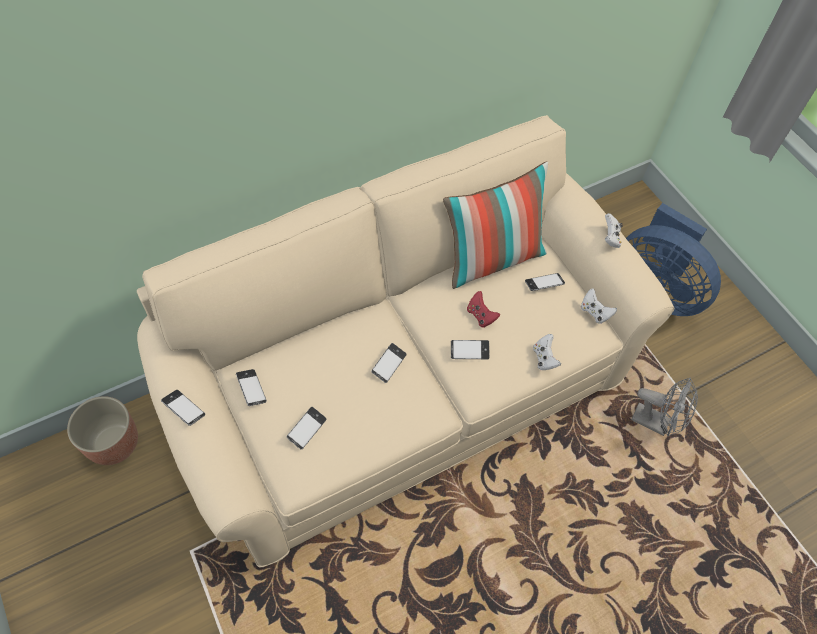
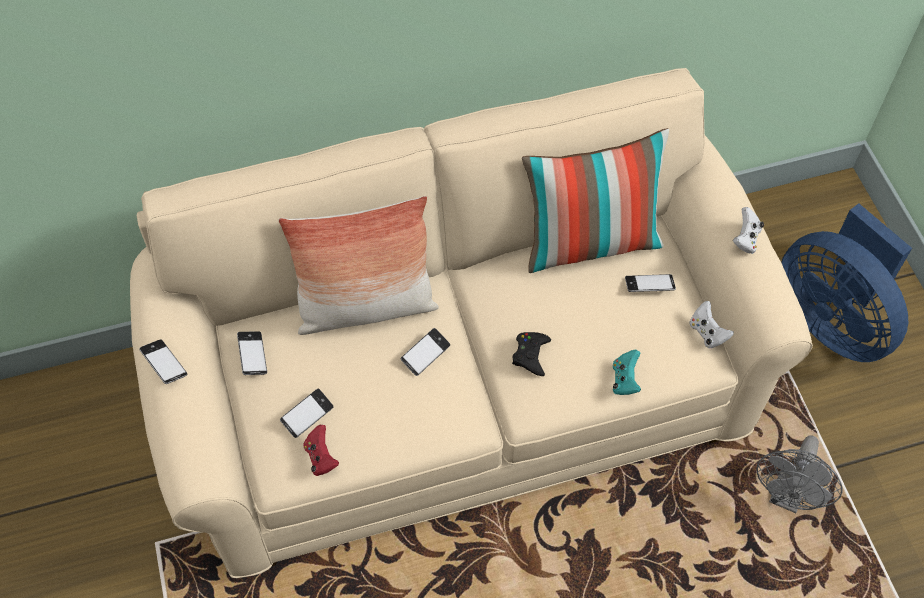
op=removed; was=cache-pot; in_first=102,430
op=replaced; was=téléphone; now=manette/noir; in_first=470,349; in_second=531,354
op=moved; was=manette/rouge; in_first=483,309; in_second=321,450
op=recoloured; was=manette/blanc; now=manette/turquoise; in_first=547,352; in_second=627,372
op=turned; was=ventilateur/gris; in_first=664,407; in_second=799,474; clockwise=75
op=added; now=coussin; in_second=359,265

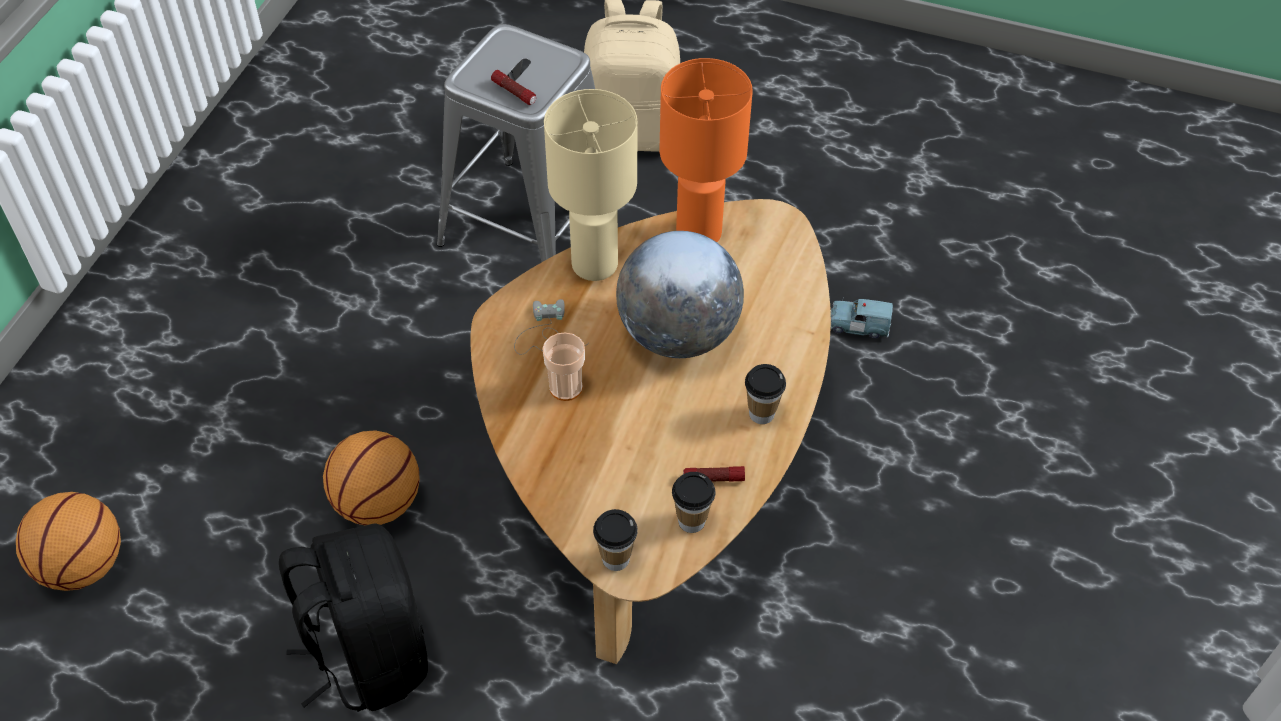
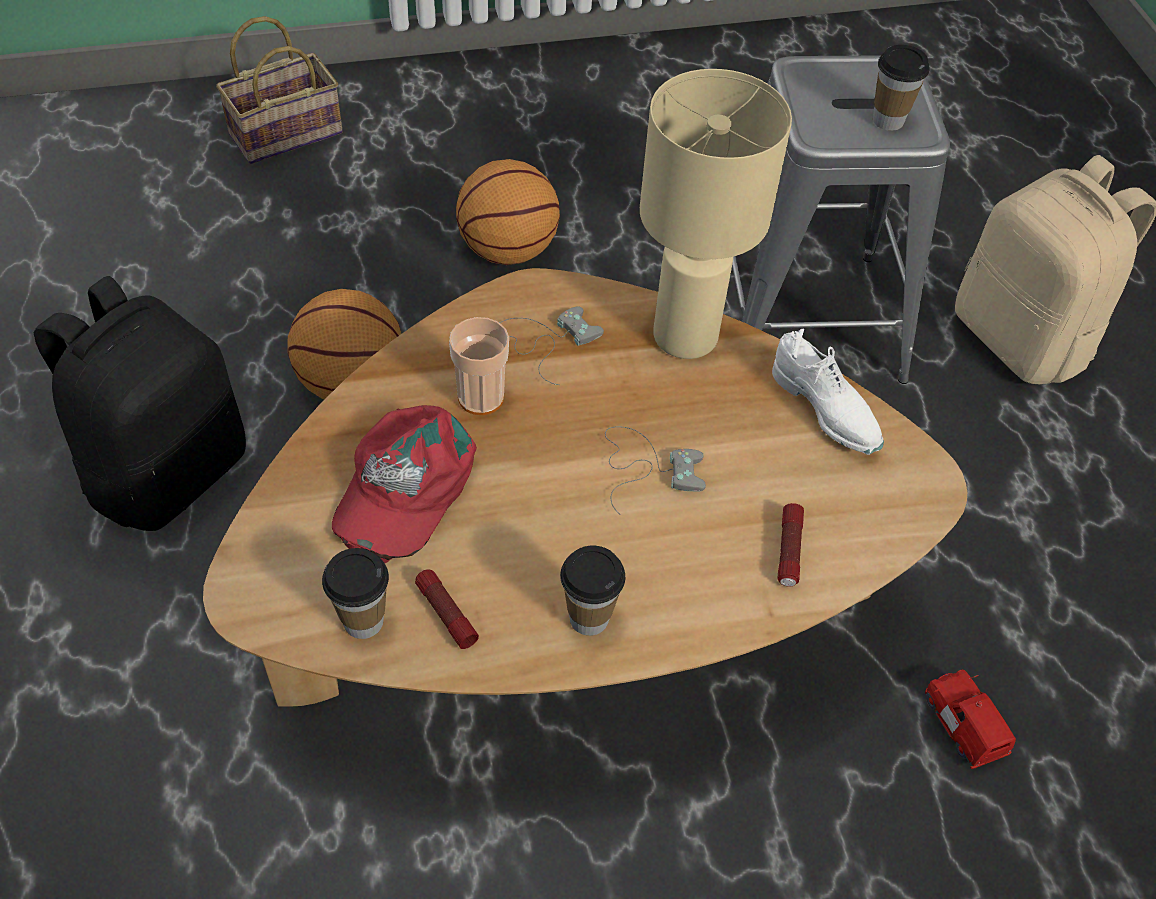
op=moved; was=ballon de basket; in_first=68,541; in_second=508,212
op=moved; was=lampe de poche; in_first=513,87; in_second=790,545
op=moved; was=tasse; in_first=615,540; in_second=901,88
op=replaced; was=globe; now=manette/gris; in_first=680,294; in_second=655,470
op=replaced; was=lampe de table/orange; now=chaussure/blanc; in_first=706,150; in_second=828,391
op=recoloured; was=petite voiture/bleu; now=petite voiture/rouge; in_first=861,317; in_second=970,719
op=added; now=panier; in_second=279,90
op=added; now=casquette/rouge; in_second=404,484

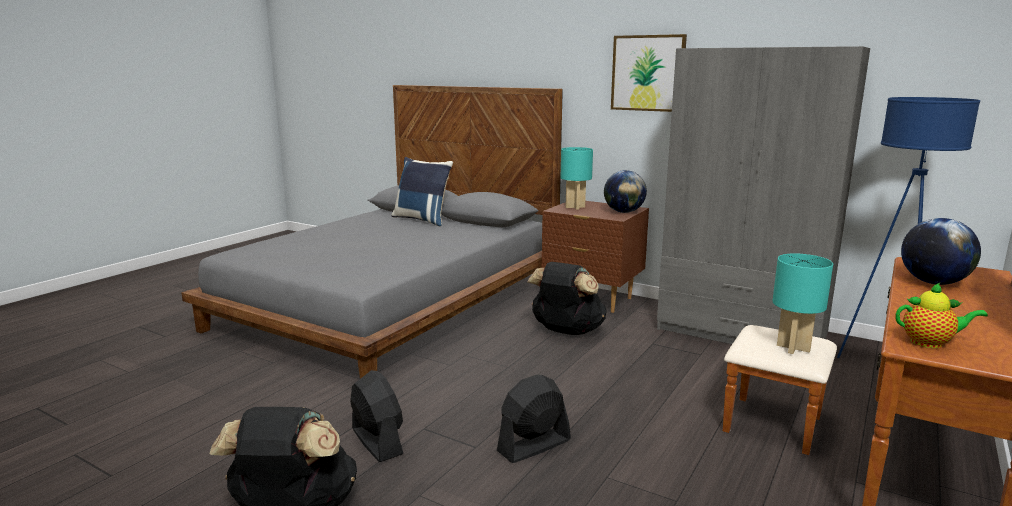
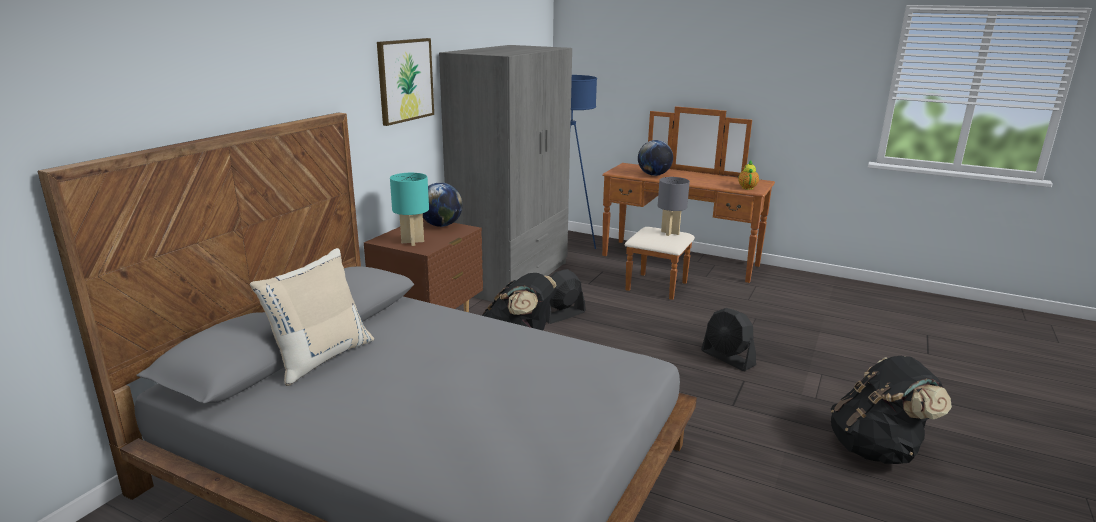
op=moved; was=ventilateur/noir; in_first=376,416; in_second=565,296
op=recoloured; was=coussin/bleu; now=coussin/beige; in_first=422,191; in_second=312,317
op=recoloured; was=lampe de table/turquoise; now=lampe de table/gris; in_first=802,303; in_second=674,206

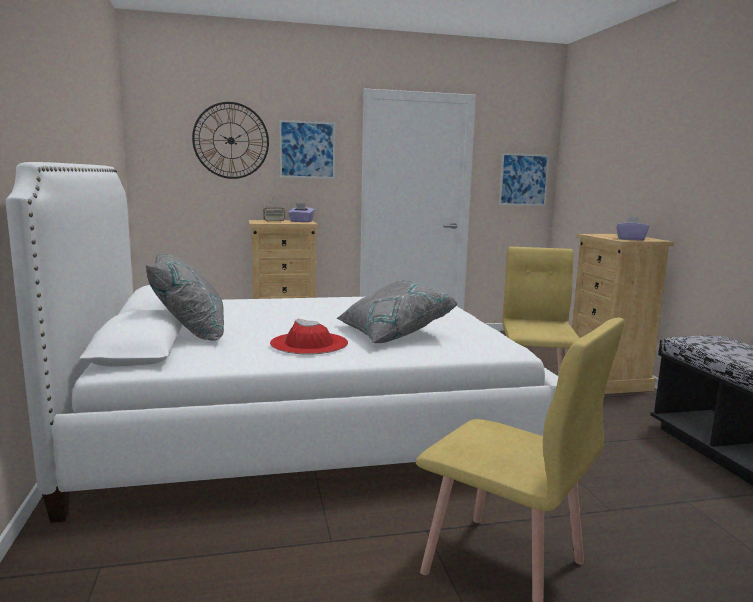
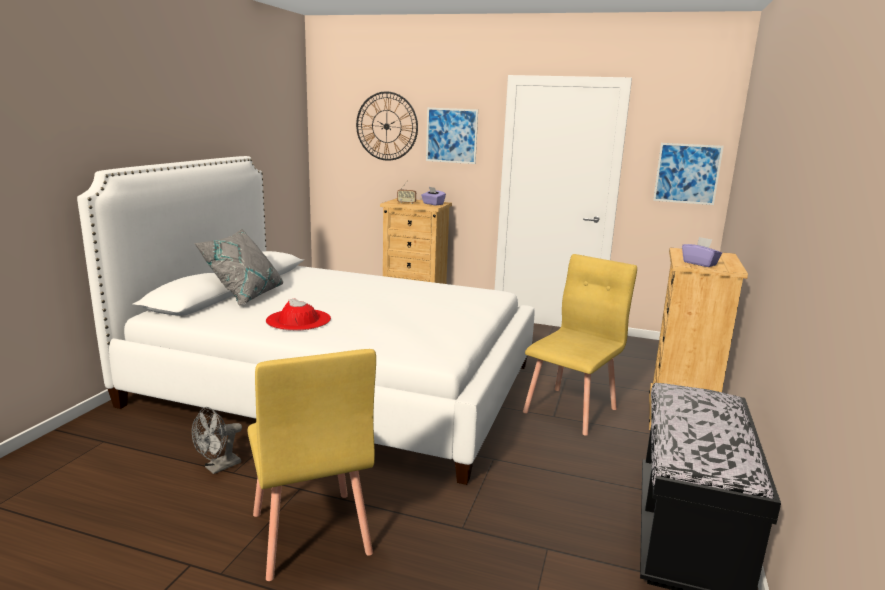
op=removed; was=coussin/gris; in_first=397,311
op=added; now=ventilateur/gris; in_second=217,440

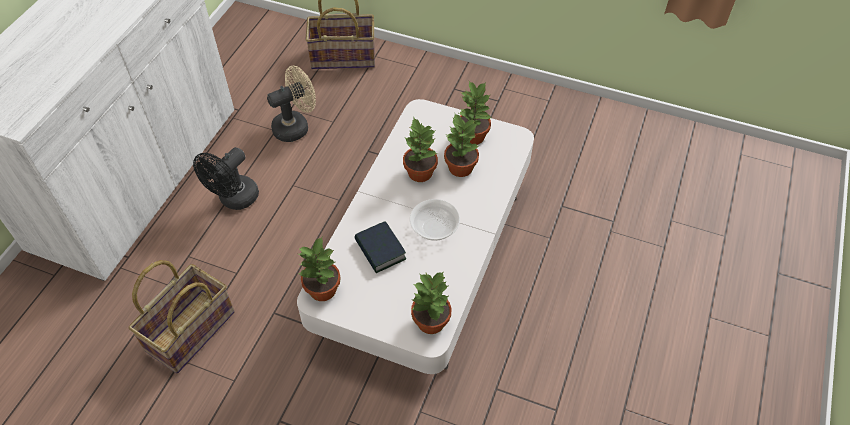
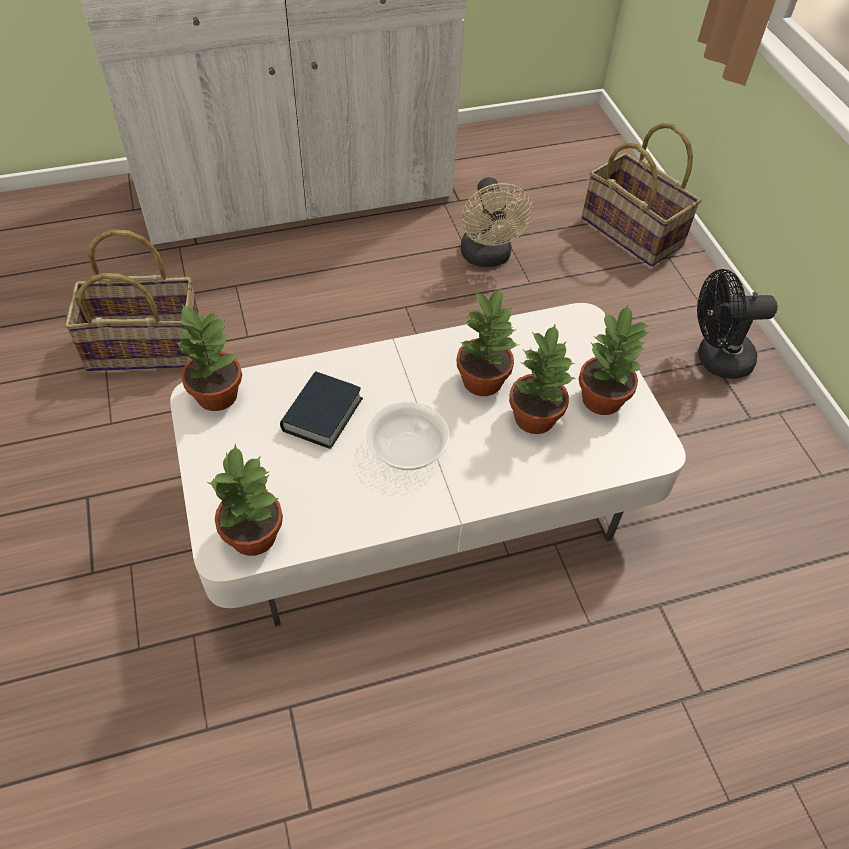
op=moved; was=ventilateur/noir; in_first=226,178; in_second=737,324
op=turned; was=ventilateur/beige; in_first=291,104; in_second=497,222; clockwise=60

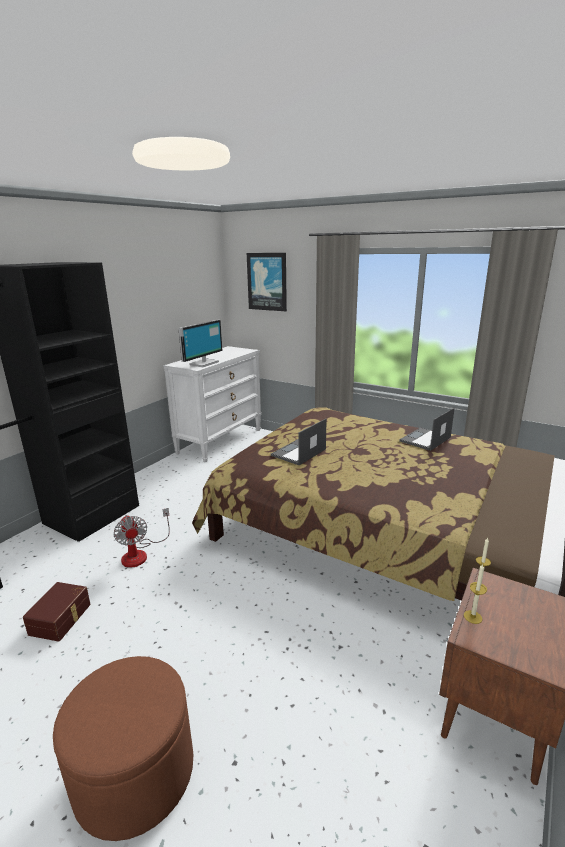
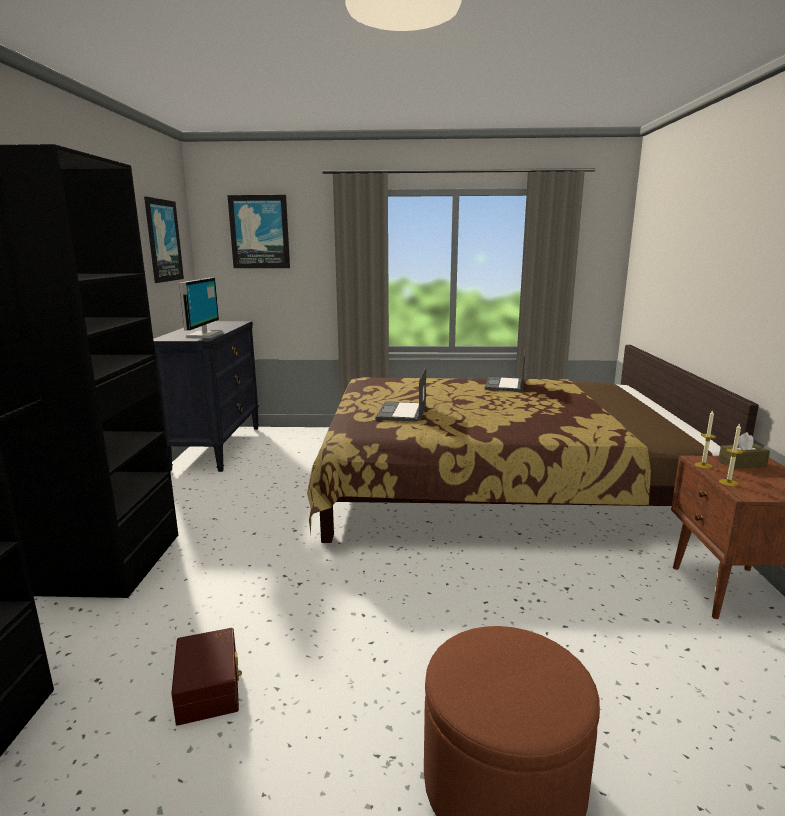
op=removed; was=ventilateur; in_first=141,538
op=recoloured; was=commode/blanc; now=commode/noir; in_first=212,404; in_second=206,396
op=added; now=tableau; in_second=164,240
op=added; now=boîte à mouchoirs/marron; in_second=744,450

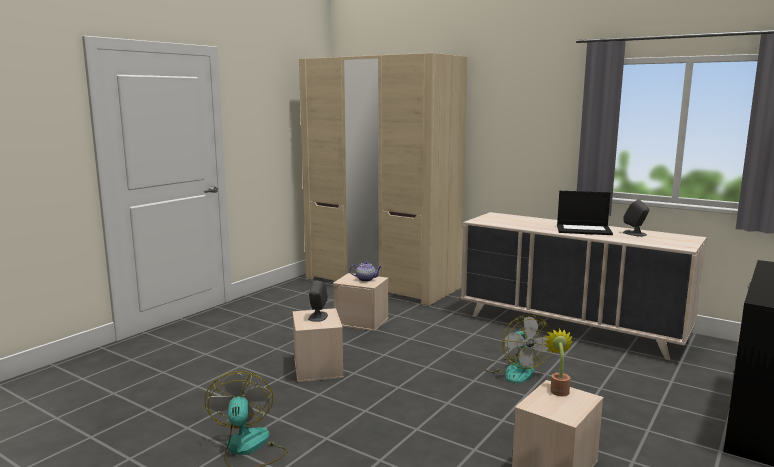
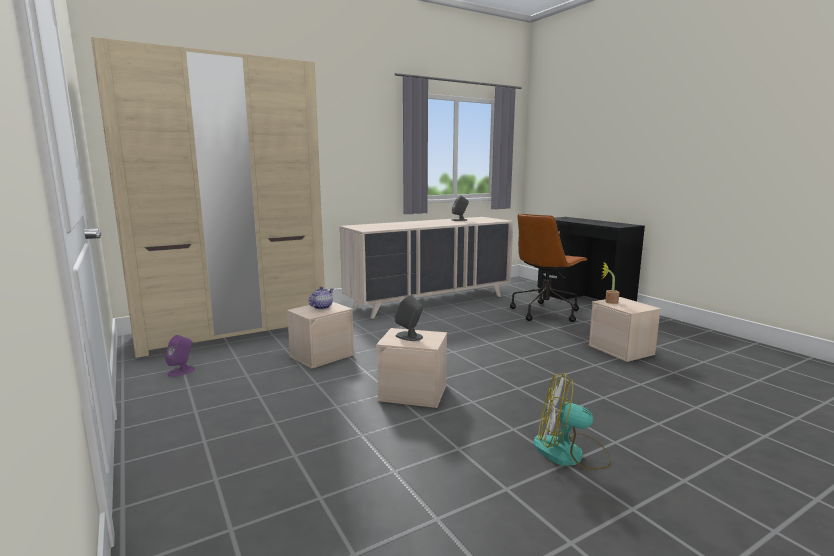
op=removed; was=ventilateur; in_first=517,349
op=removed; was=ordinateur portable; in_first=585,213
op=added; now=enceinte/violet; in_second=180,356
op=added; now=chaise de bureau/marron; in_second=549,268

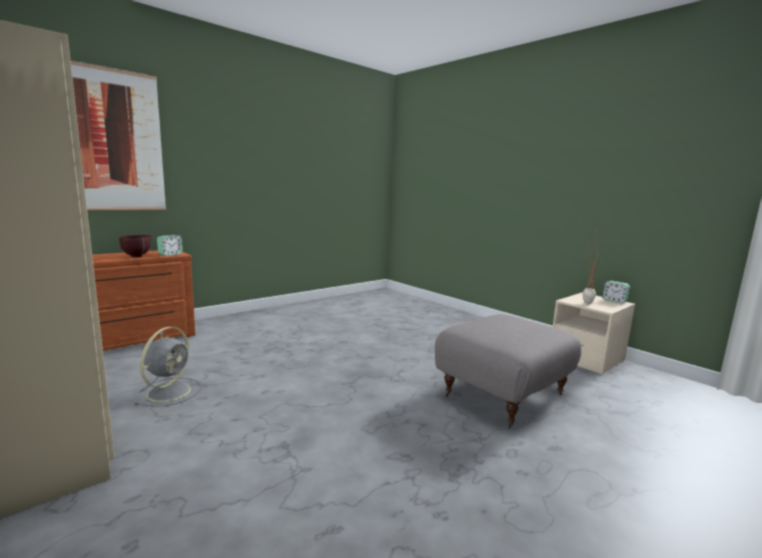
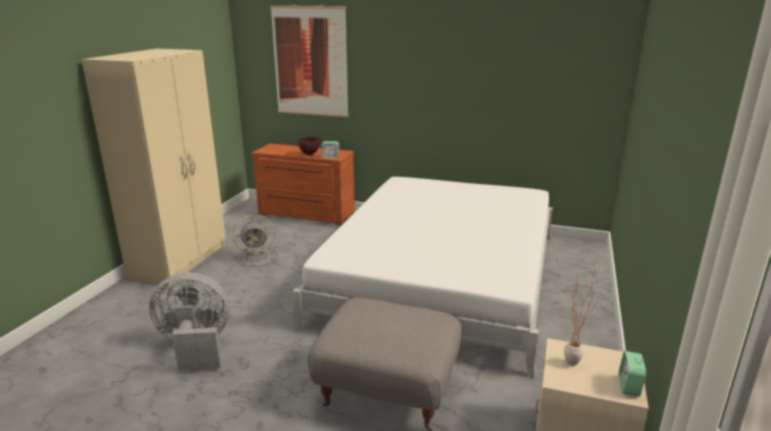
op=added; now=ventilateur/gris; in_second=189,321
op=added; now=lit/blanc; in_second=422,278

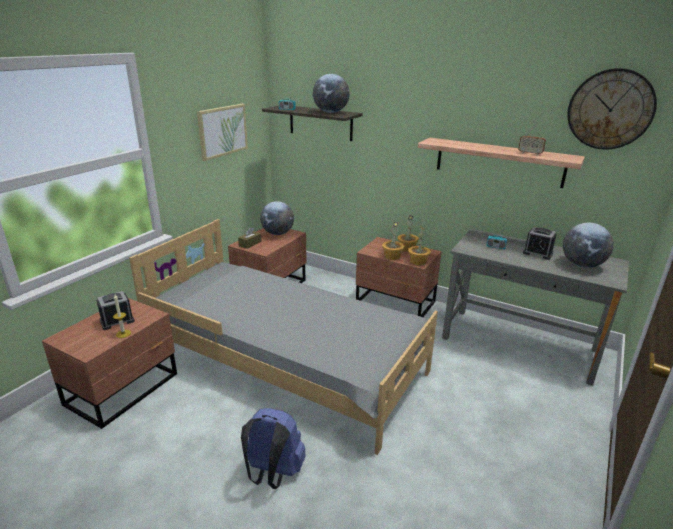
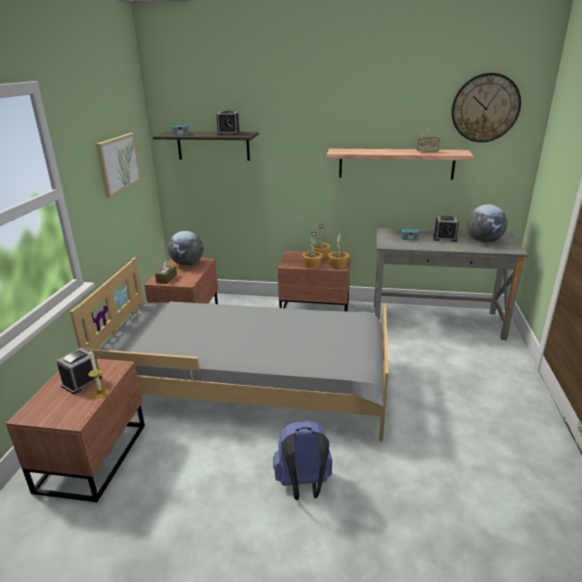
op=replaced; was=globe; now=réveil; in_first=331,93; in_second=228,122

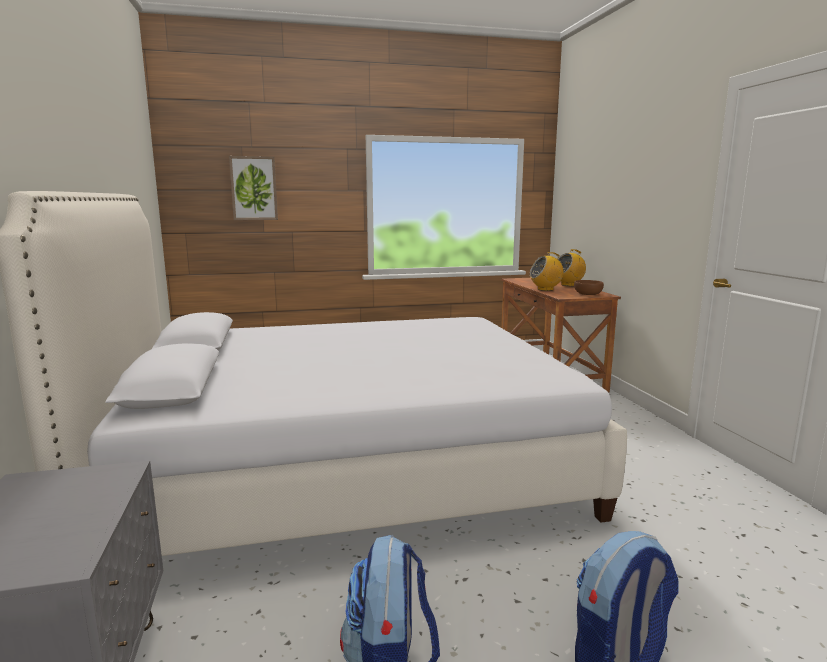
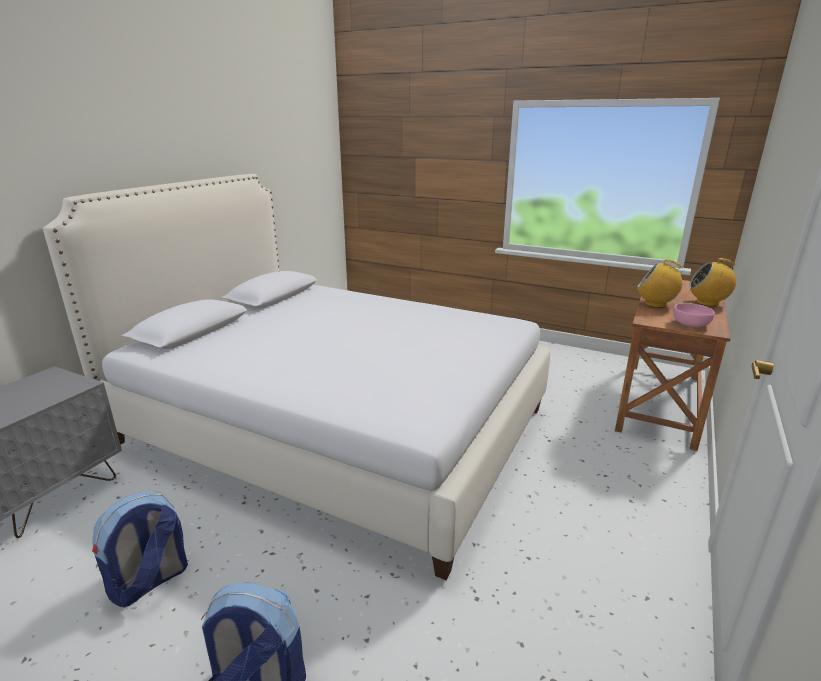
op=removed; was=tableau; in_first=253,188
op=recoloured; was=bol/marron; now=bol/rose; in_first=589,287; in_second=694,315

